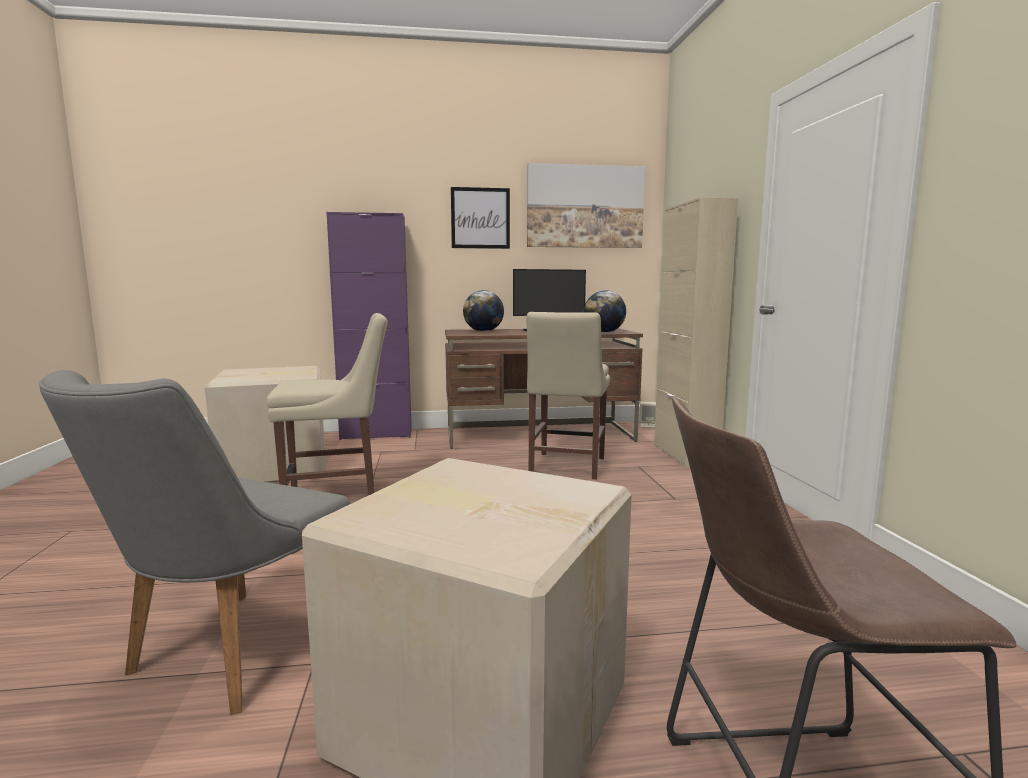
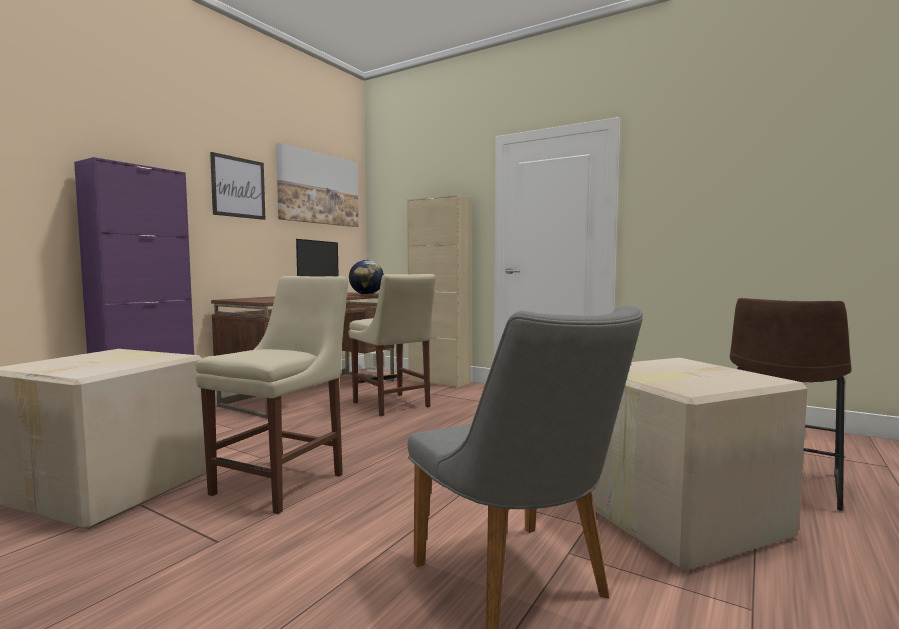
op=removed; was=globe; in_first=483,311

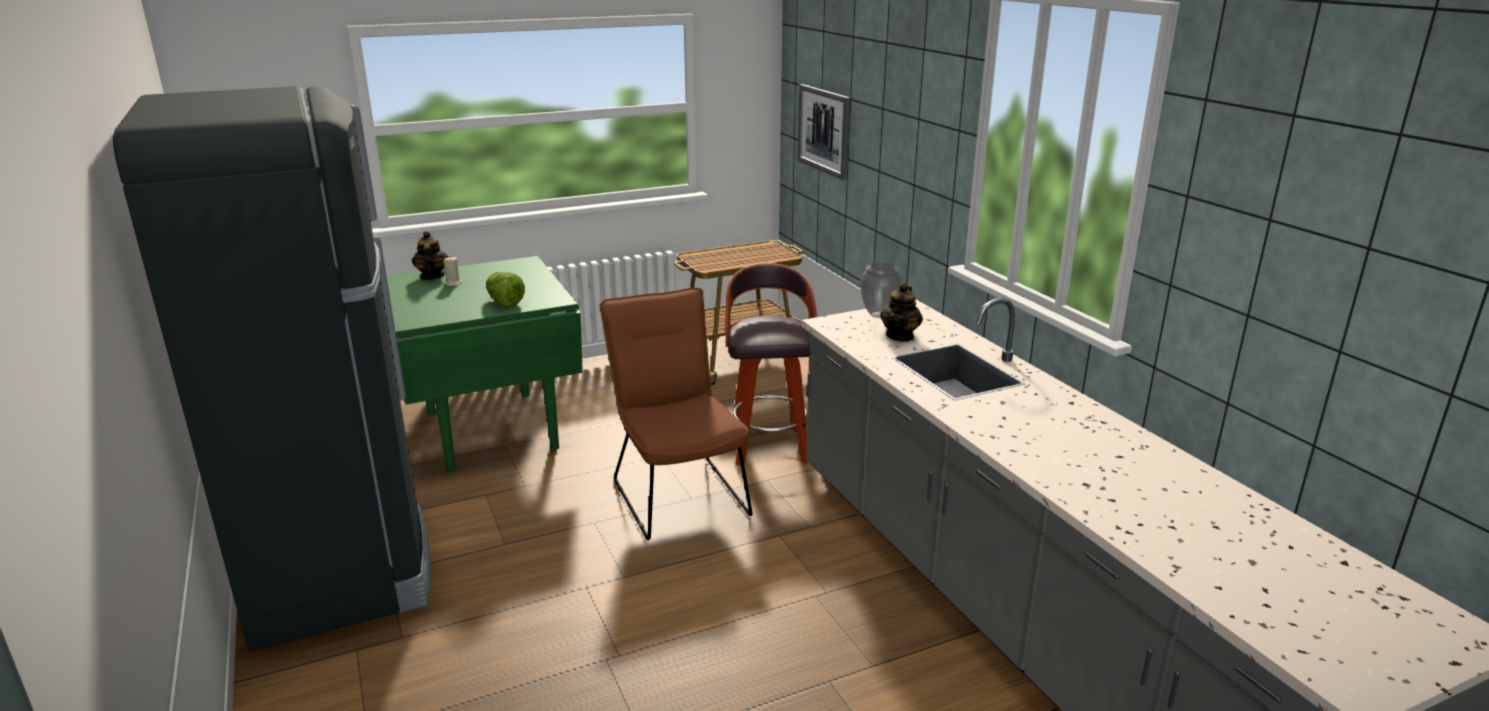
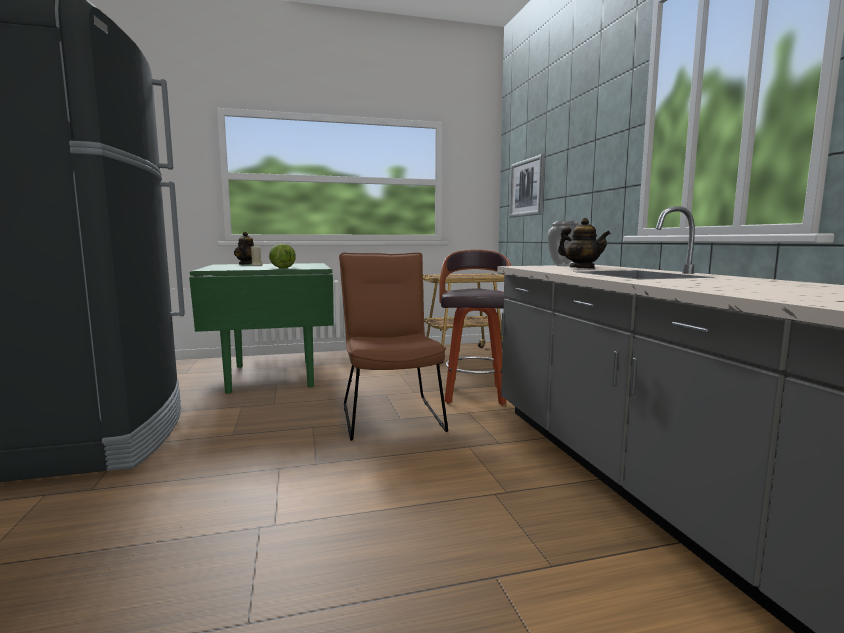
op=turned; was=théière; in_first=901,312; in_second=584,243; clockwise=-75

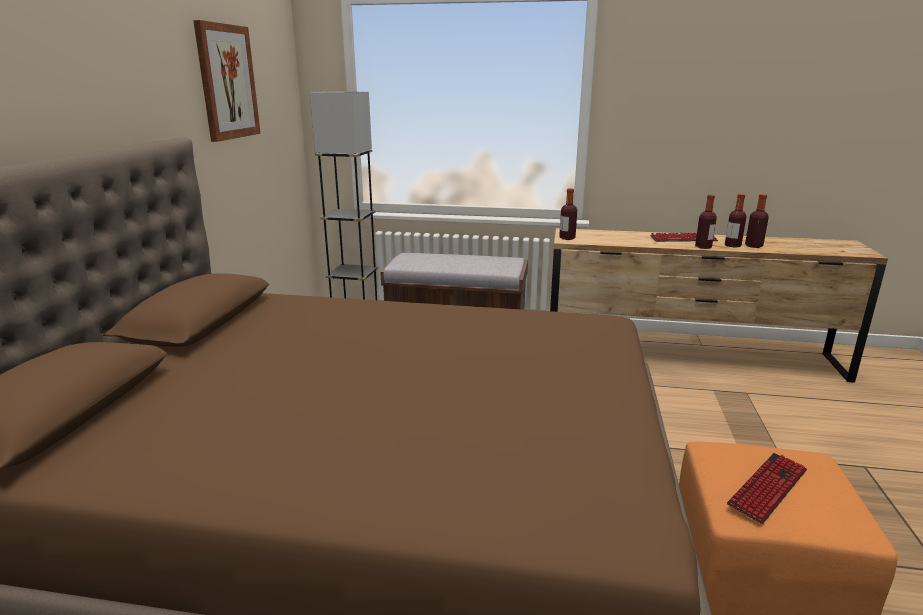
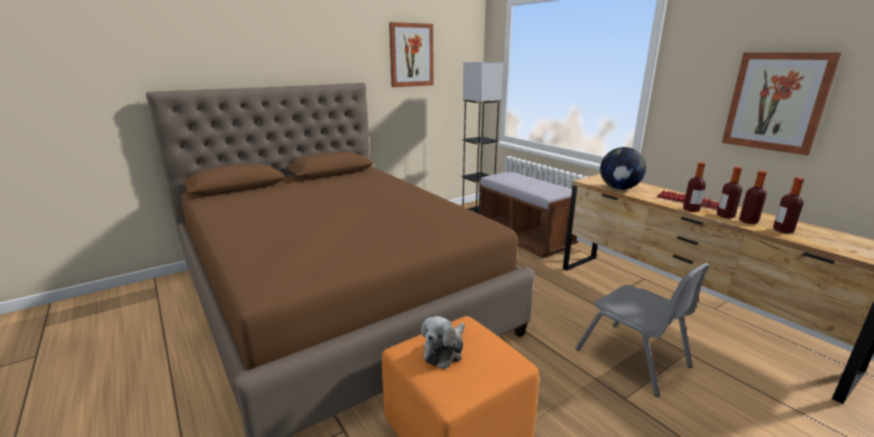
op=moved; was=bouteille; in_first=568,214; in_second=788,205
op=replaced; was=clavier; now=peluche; in_first=767,488; in_second=443,342
op=added; now=chaise/gris; in_second=643,330
op=added; now=globe; in_second=623,168
op=added; now=tableau; in_second=782,104

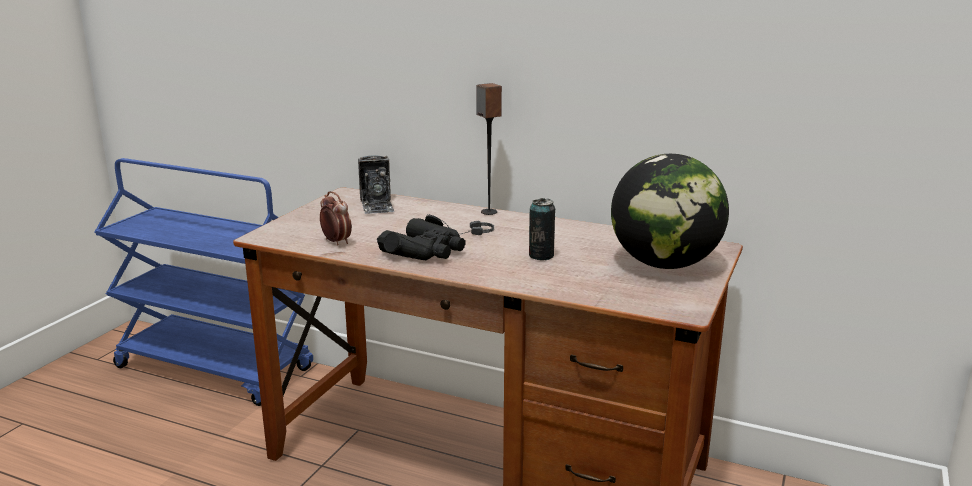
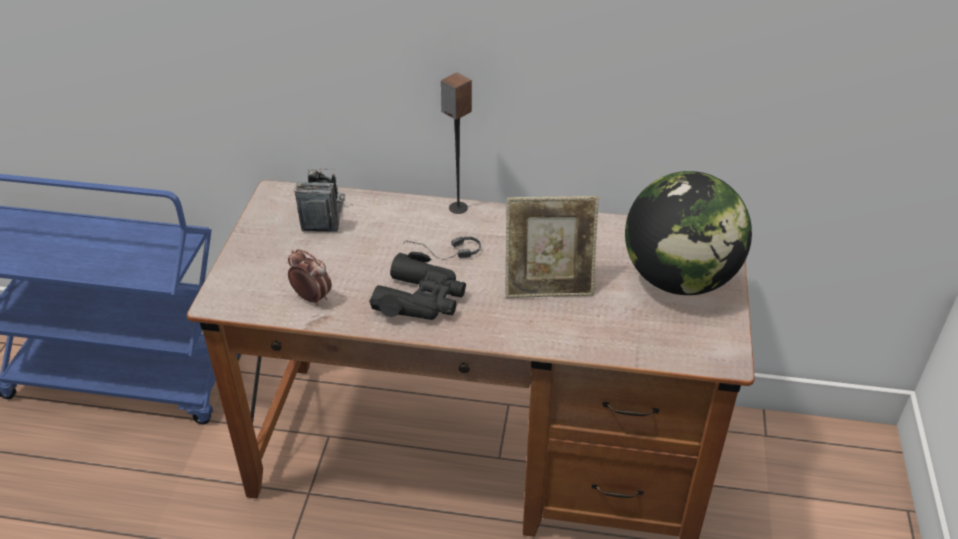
op=turned; was=appareil photo; in_first=376,184; in_second=320,200; clockwise=-150
op=replaced; was=boîte métallique; now=cadre photo; in_first=542,229; in_second=552,247

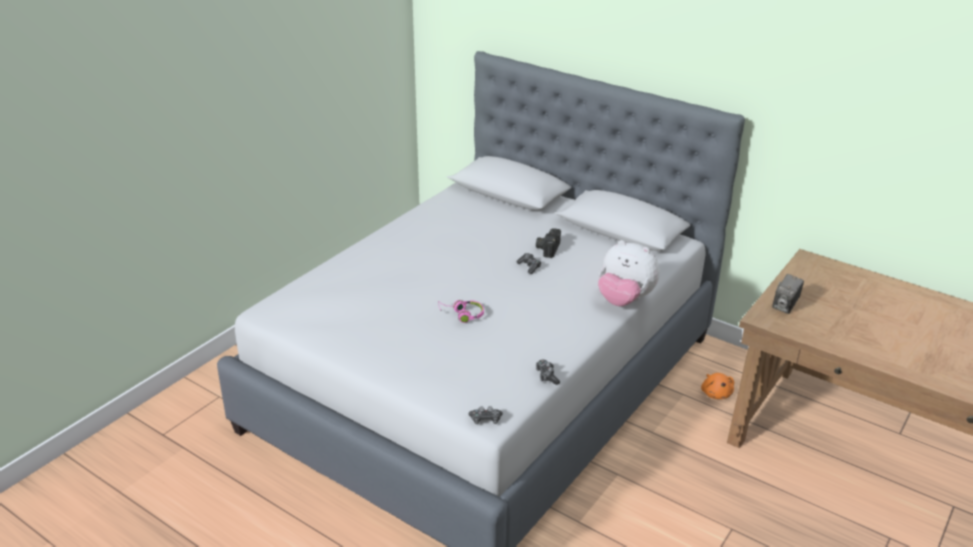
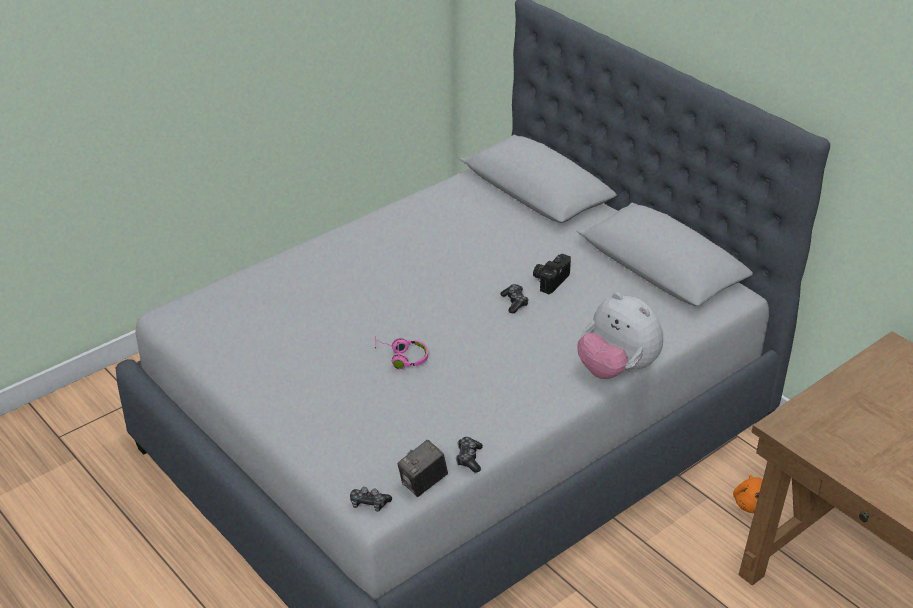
op=moved; was=appareil photo; in_first=788,294; in_second=422,468

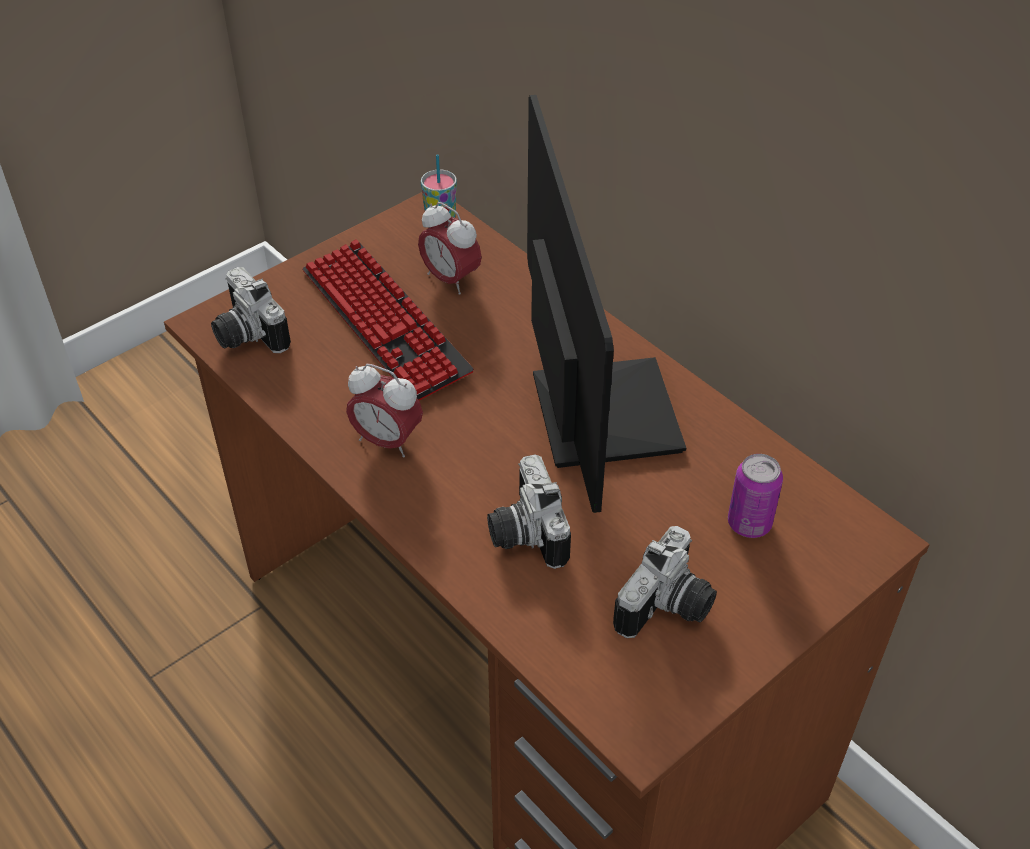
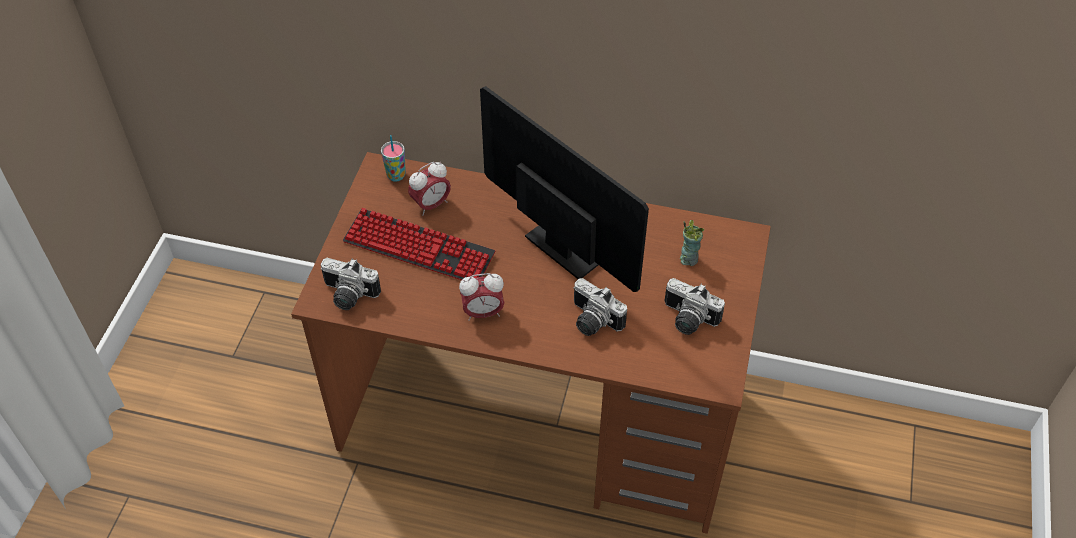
op=turned; was=réveil; in_first=450,248; in_second=429,189; clockwise=-45
op=turned; was=appareil photo; in_first=665,582; in_second=694,306; clockwise=120
op=replaced; was=boîte métallique; now=tasse; in_first=755,496; in_second=692,243

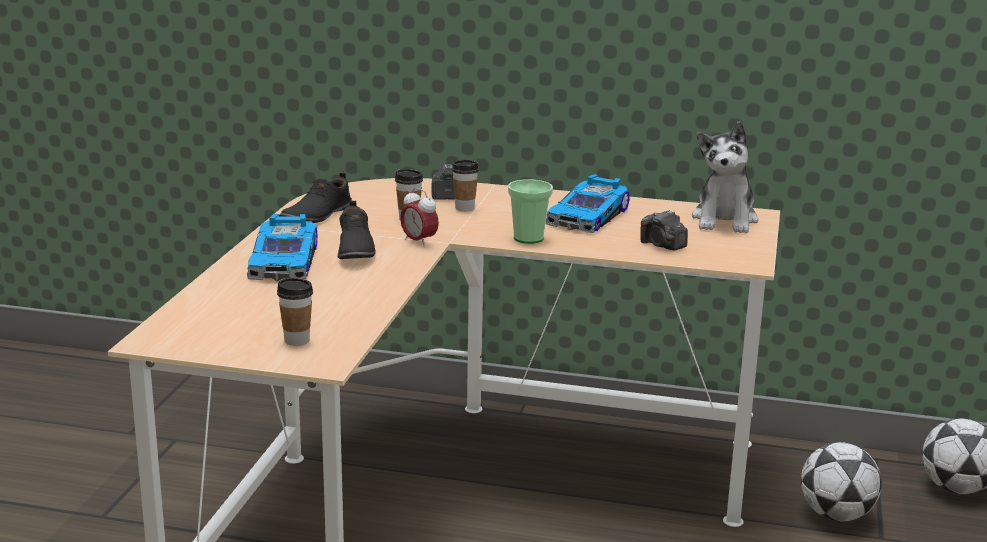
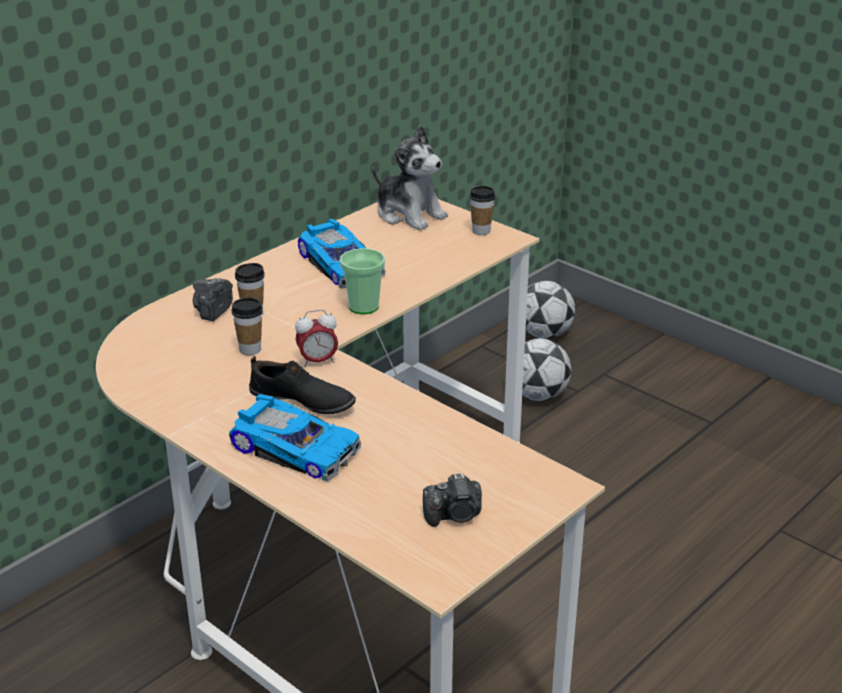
op=moved; was=tasse; in_first=295,312; in_second=482,210
op=removed; was=chaussure/noir; in_first=315,197
op=moved; was=appareil photo; in_first=664,230; in_second=452,500

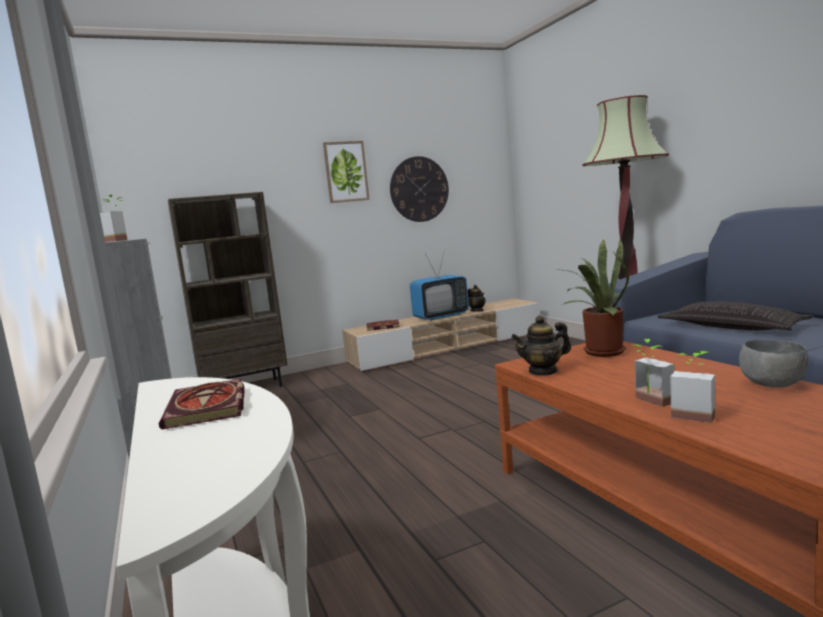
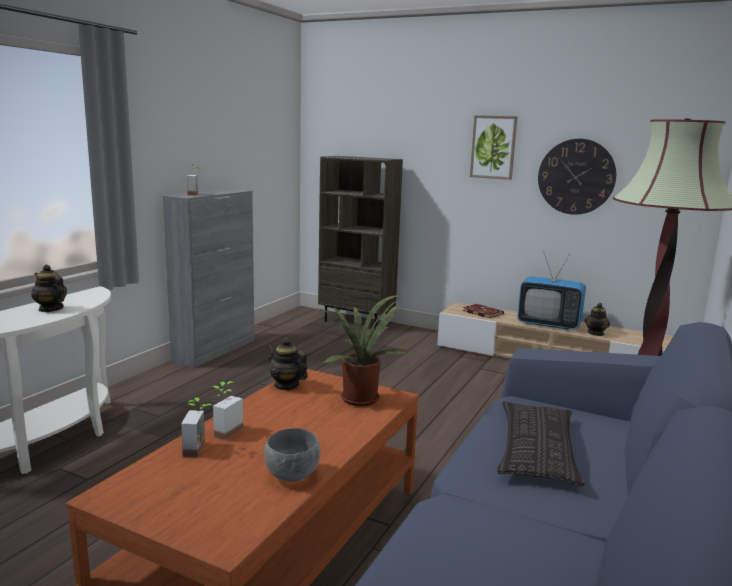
op=replaced; was=livre; now=théière; in_first=201,403; in_second=49,288

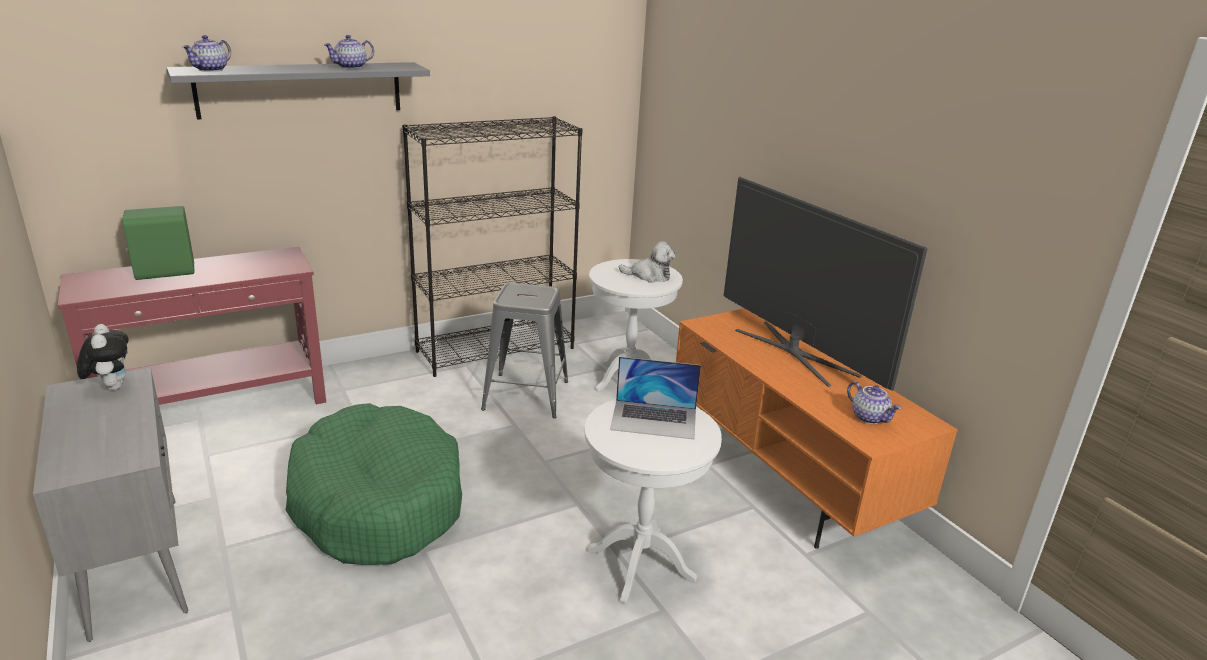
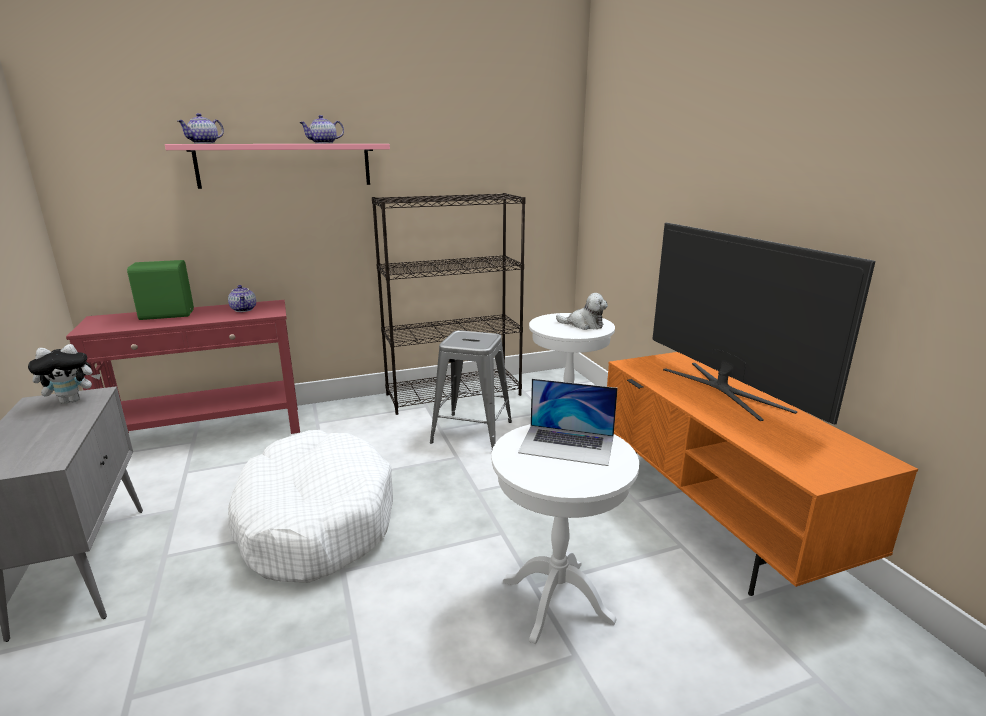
op=turned; was=peluche; in_first=103,357; in_second=64,374; clockwise=75
op=recoloured; was=étagère/gris; now=étagère/rose; in_first=298,90; in_second=277,166
op=recoloured; was=panier pour chien/vert; now=panier pour chien/blanc; in_first=373,484; in_second=310,506
op=moved; was=théière; in_first=874,402; in_second=242,298

